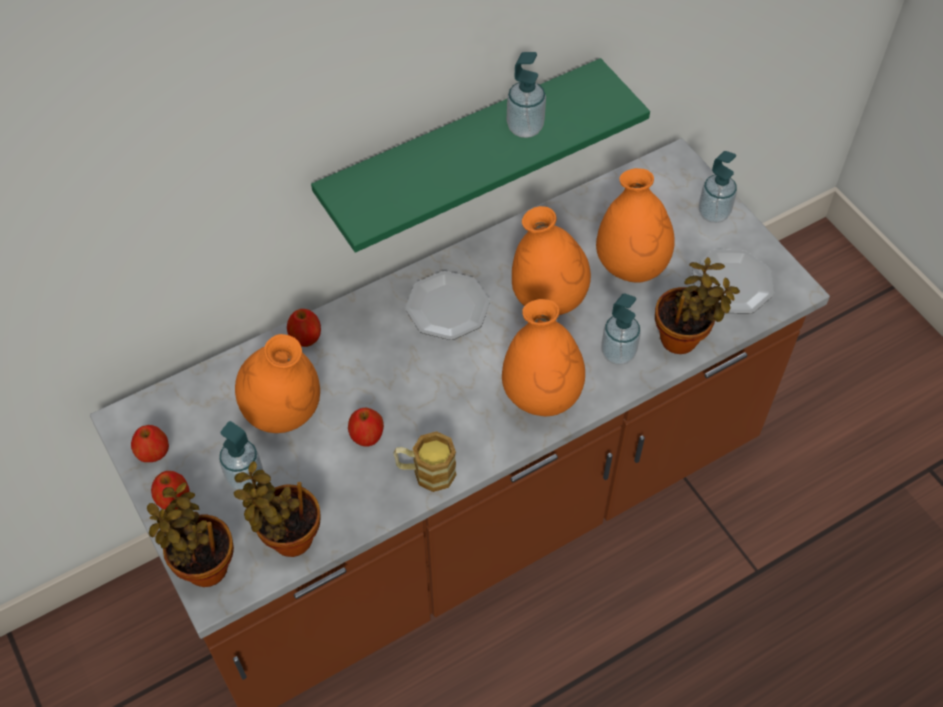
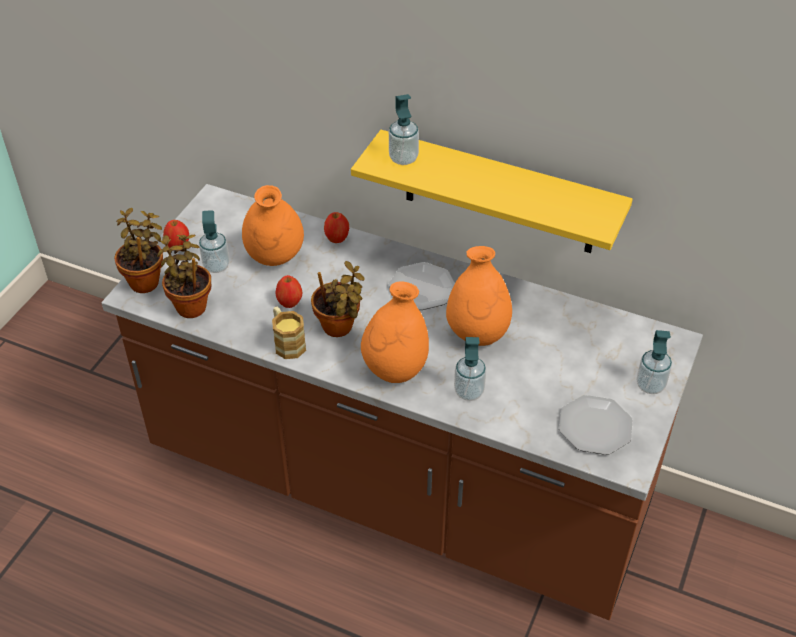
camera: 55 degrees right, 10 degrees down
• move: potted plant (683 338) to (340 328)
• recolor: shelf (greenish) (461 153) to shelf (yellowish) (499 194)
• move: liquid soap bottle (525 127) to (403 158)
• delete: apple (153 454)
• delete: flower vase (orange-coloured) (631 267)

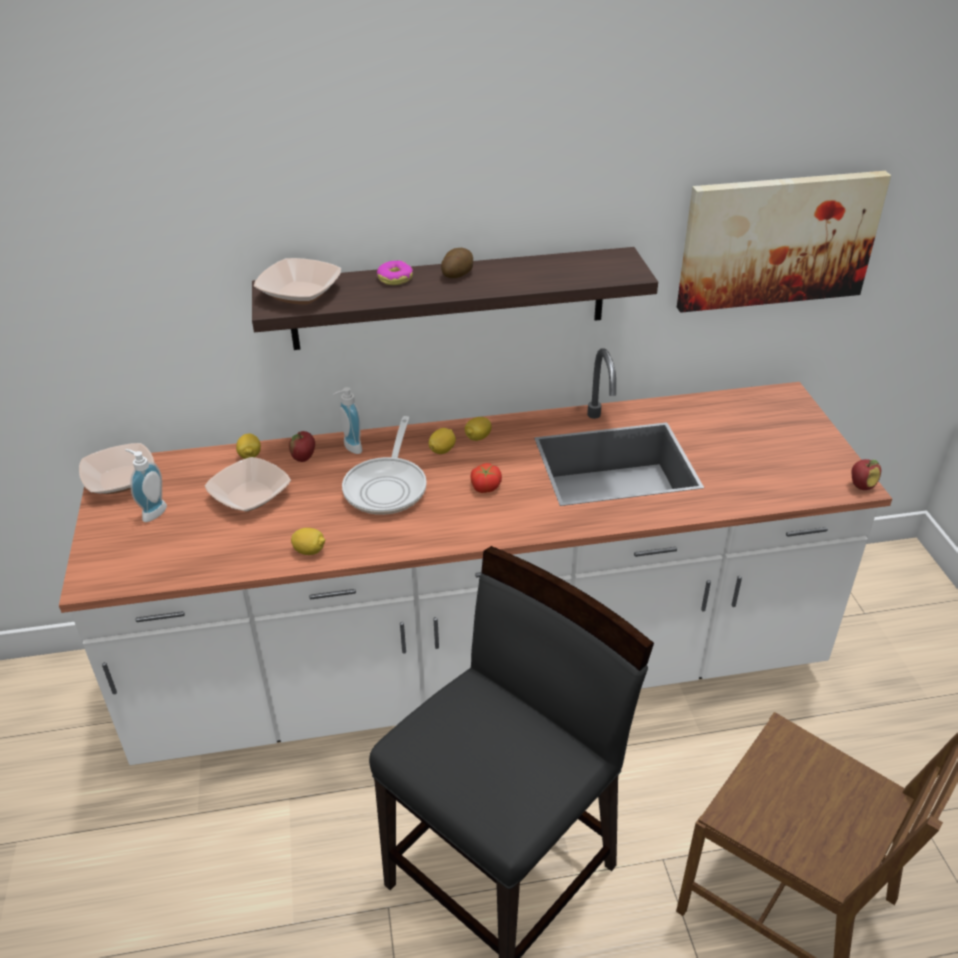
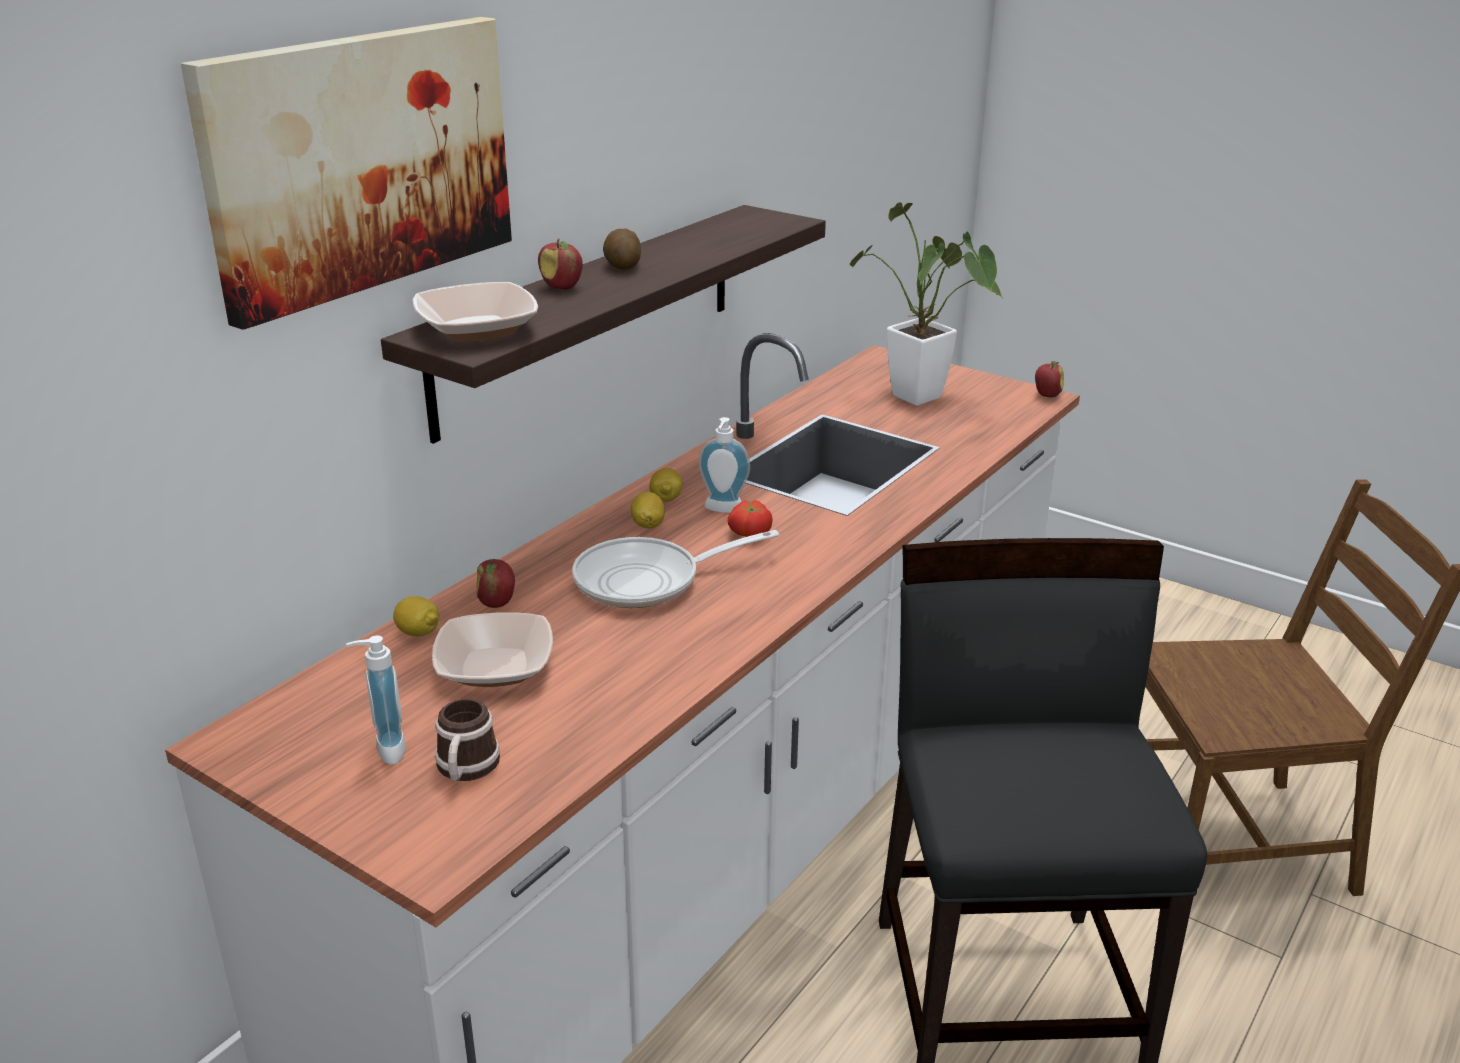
camera: 45 degrees left, 10 degrees down
• move: wall art (777 240) to (361 162)
• insert: coffee mug (466 769)
• replace: ring doughnut (395 278) to apple (562 287)
• rotate: skillet (387 487) = (648 581) 105 degrees clockwise
• move: liquid soap bottle (350 448) to (723 510)
• insert: potted plant (924 401)
• delete: deep dish (120 480)
• delete: lemon (309 551)

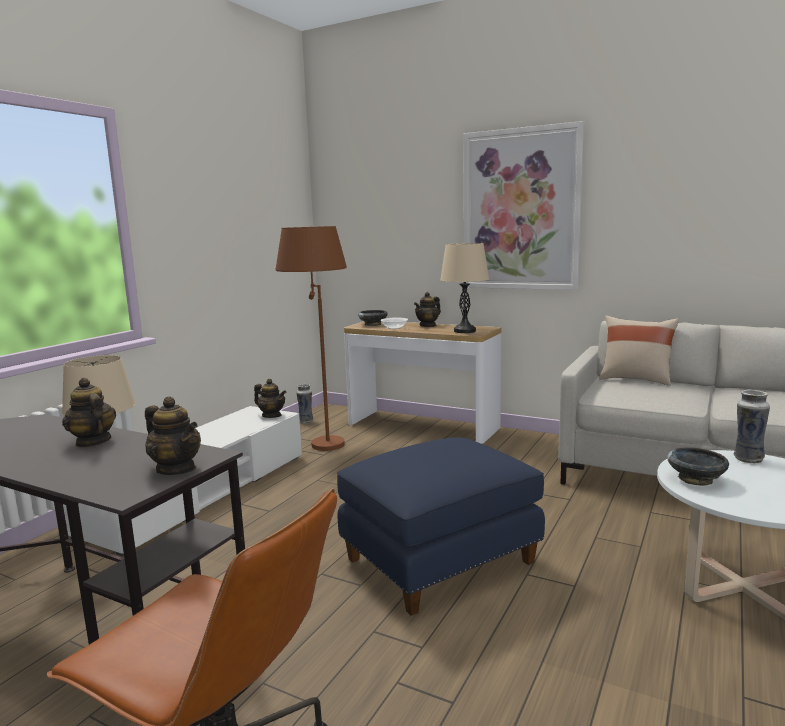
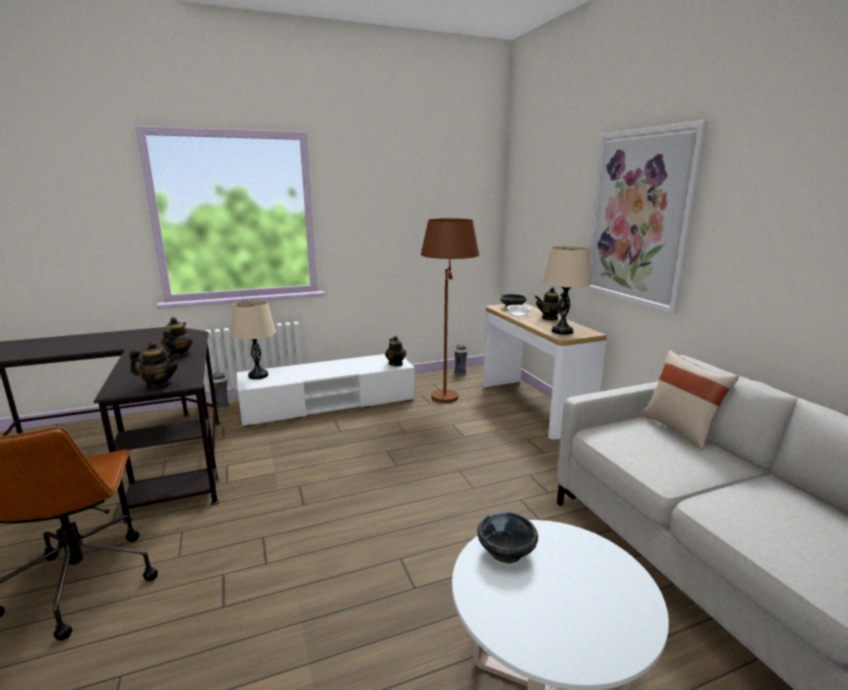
camera: 40 degrees right, 5 degrees up
• rotate: pot for tea (176 469) = (159 385) 75 degrees counterclockwise
• move: flower vase (747 458) to (222 407)
• delete: footrest (blue-coloured) (439 560)

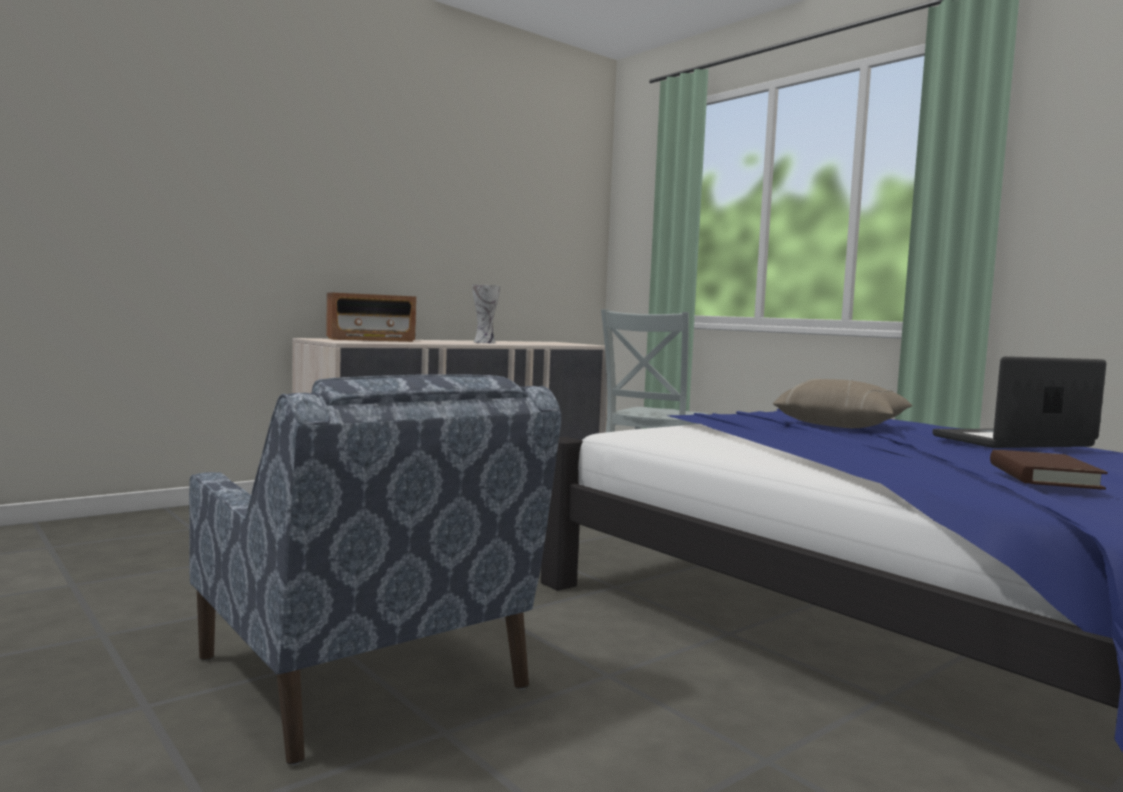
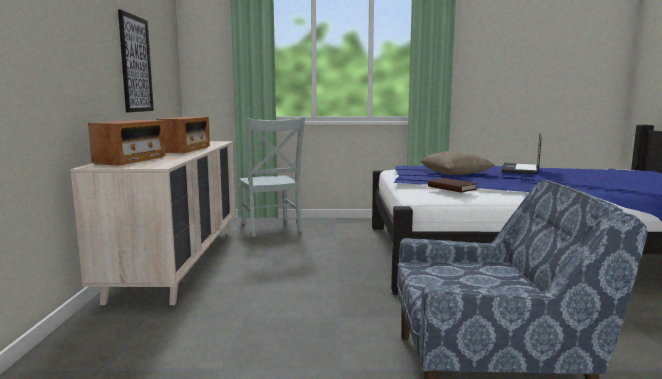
camera: 50 degrees left, 5 degrees up
• insert: wall art (136 64)
• replace: flower vase (485 342) to radio receiver (185 150)
• move: book (brownish) (1043 476) to (452 188)

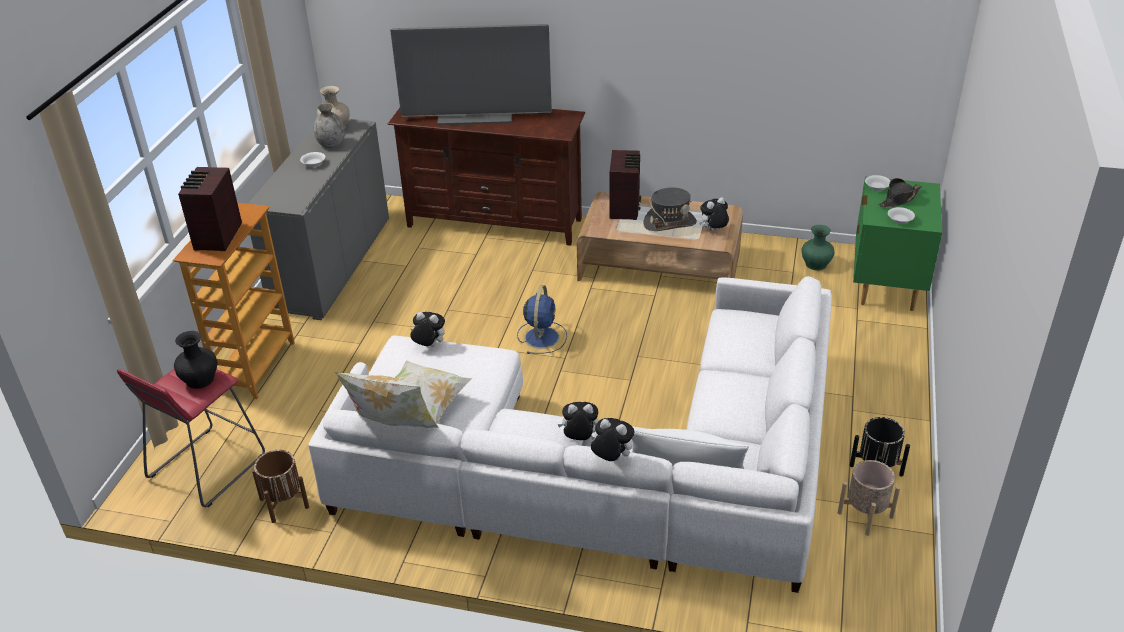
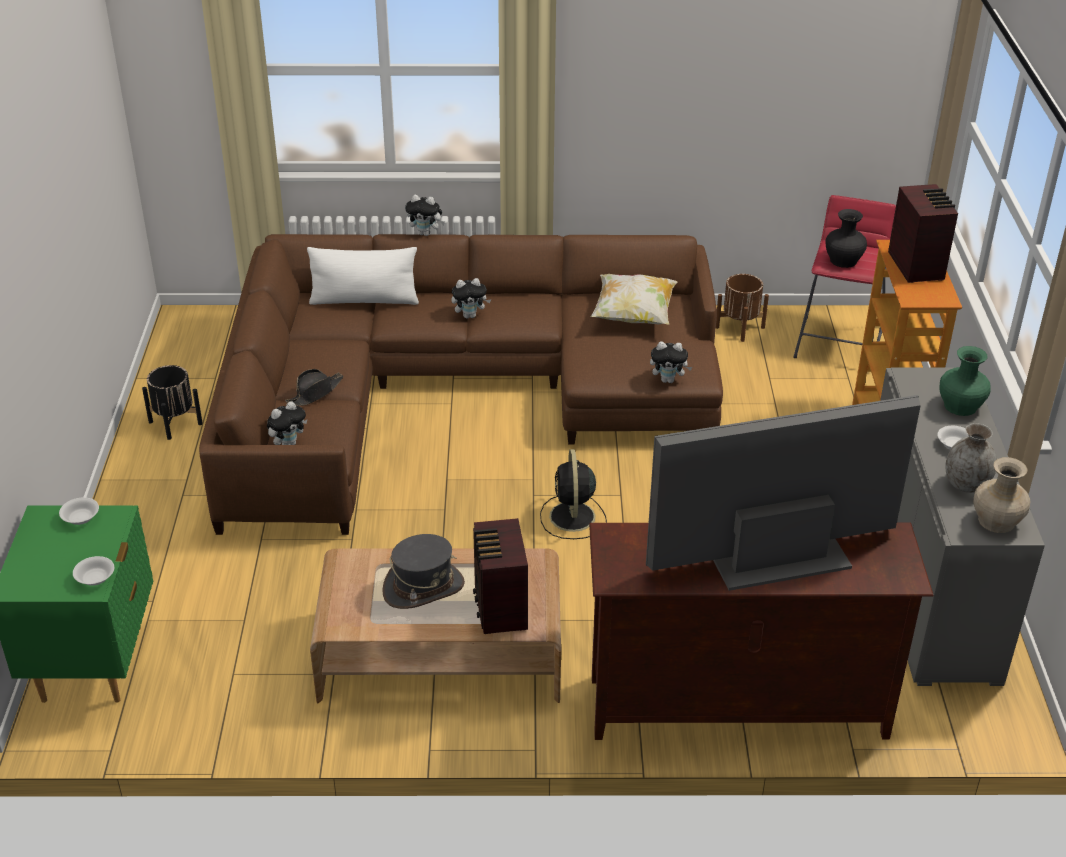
camera: 165 degrees right, 0 degrees up
• recolor: sofa (white) (605 466) to sofa (brownish) (452 392)
• move: cuddly toy (713 231) to (288 444)
• move: hat (blackish) (899 199) to (315 393)
• recolor: cooling fan (blue-coloured) (542 336) to cooling fan (blackish) (572 518)
• move: flower vase (greenish) (815 264) to (961 406)
• delete: pillow (392 430)
• delete: flower pot (beige-coloured) (865 514)

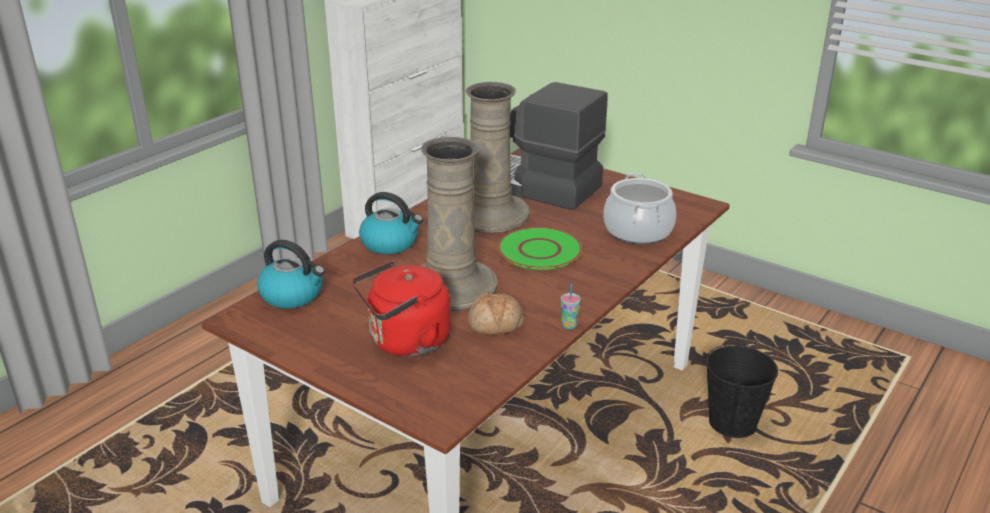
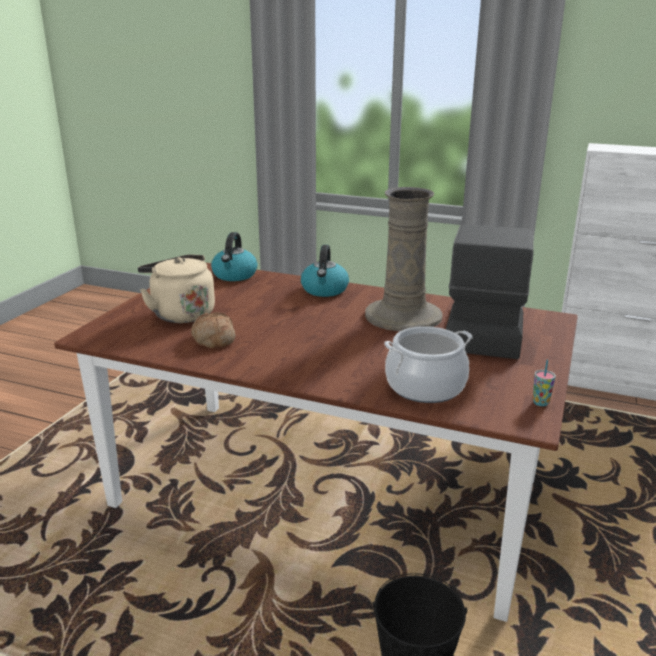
camera: 75 degrees right, 5 degrees down
• recolor: tea kettle (red-coloured) (405 342) to tea kettle (beige-coloured) (181 314)
• move: small cup (569 325) to (540 403)
• delete: flower vase (beige-coloured) (450 286)
• delete: plate (greenish) (540 250)

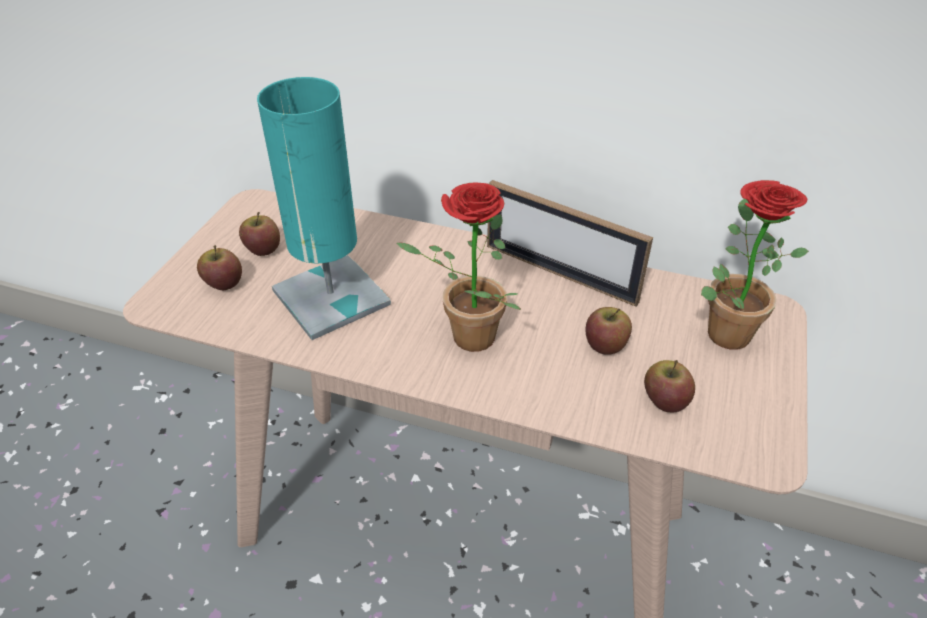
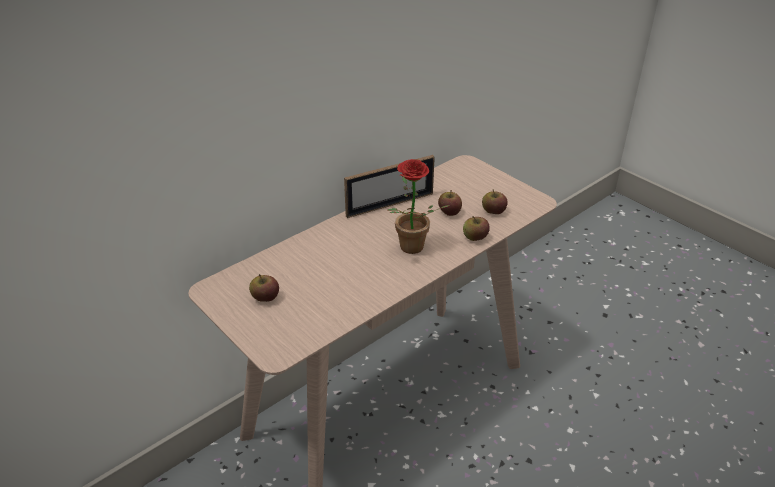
camera: 60 degrees left, 5 degrees down
• move: apple (223 283) to (475 237)
• delete: lamp for a table (turquoise) (331 297)
• delete: potted plant (723 328)

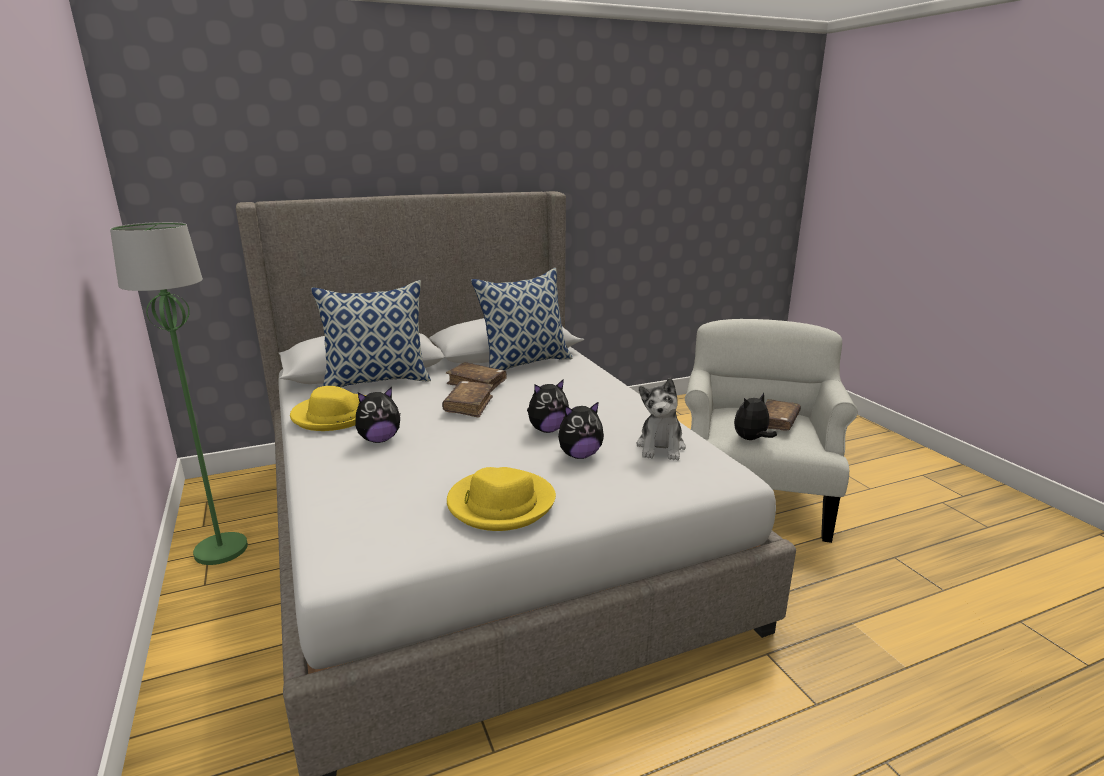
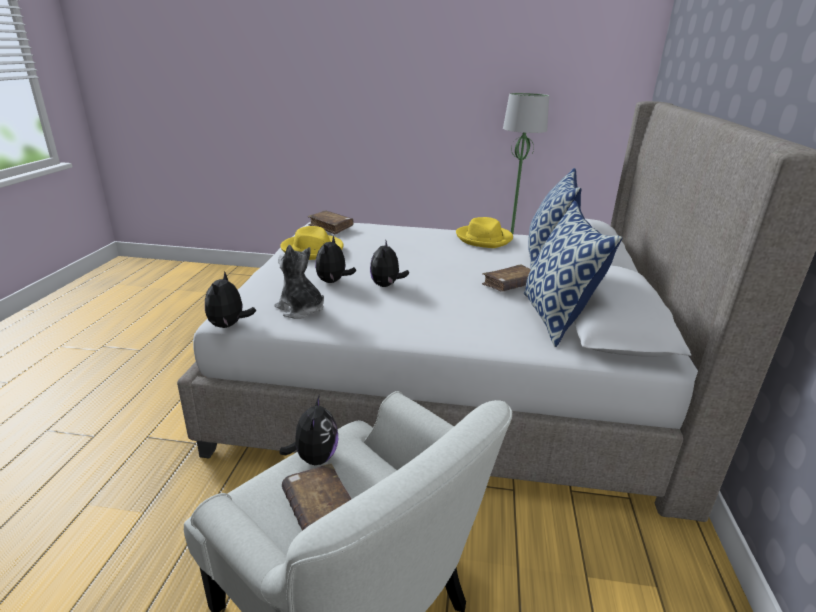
camera: 120 degrees right, 5 degrees up
• move: cuddly toy (379 439) to (229 325)
• move: book (brownish) (469 405) to (331 227)

